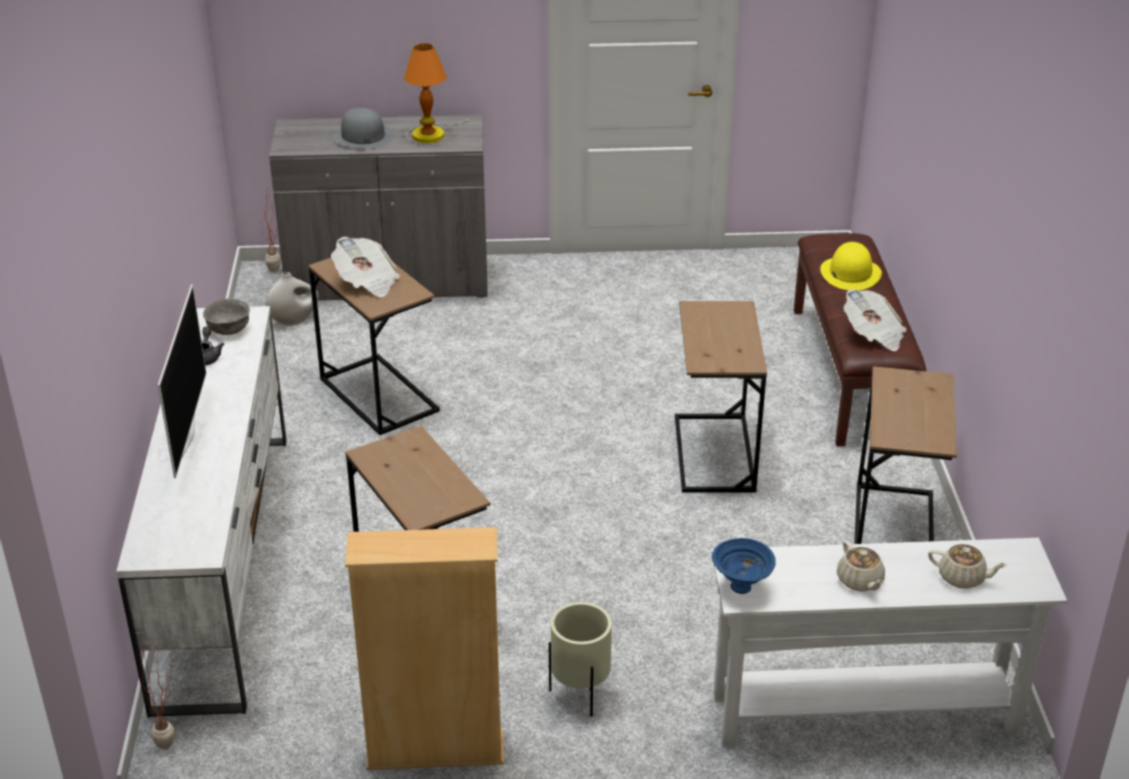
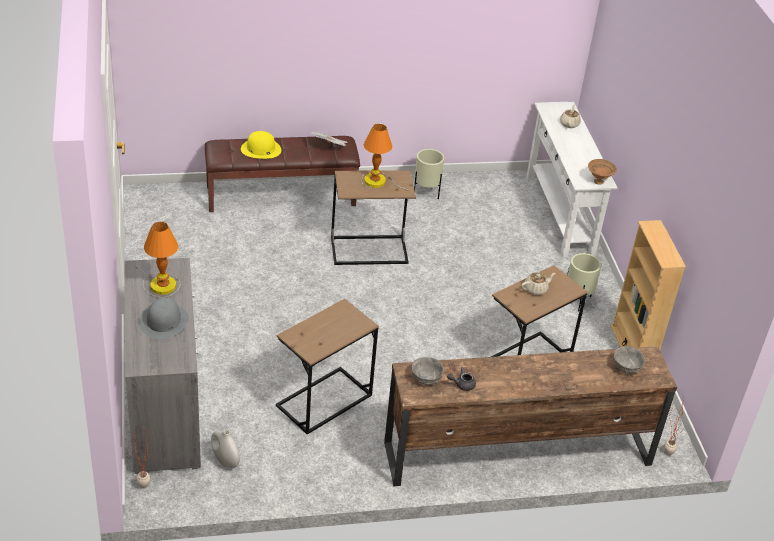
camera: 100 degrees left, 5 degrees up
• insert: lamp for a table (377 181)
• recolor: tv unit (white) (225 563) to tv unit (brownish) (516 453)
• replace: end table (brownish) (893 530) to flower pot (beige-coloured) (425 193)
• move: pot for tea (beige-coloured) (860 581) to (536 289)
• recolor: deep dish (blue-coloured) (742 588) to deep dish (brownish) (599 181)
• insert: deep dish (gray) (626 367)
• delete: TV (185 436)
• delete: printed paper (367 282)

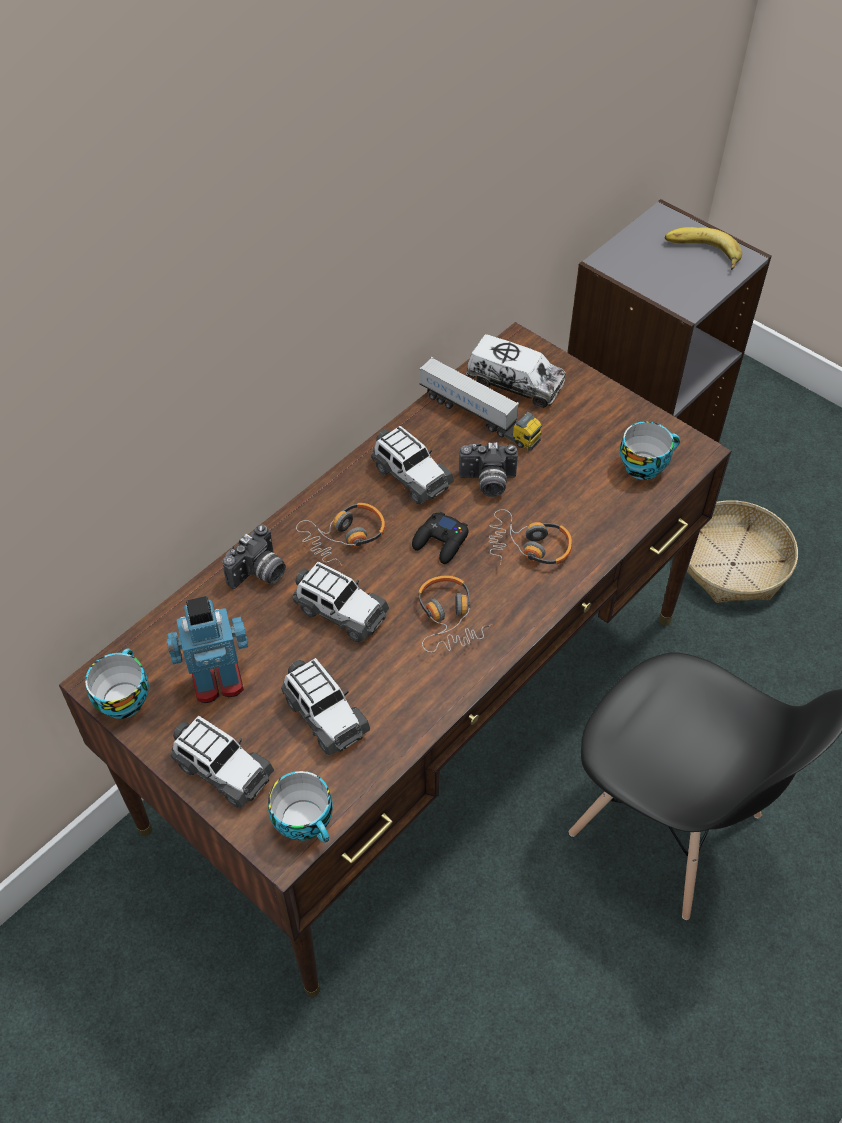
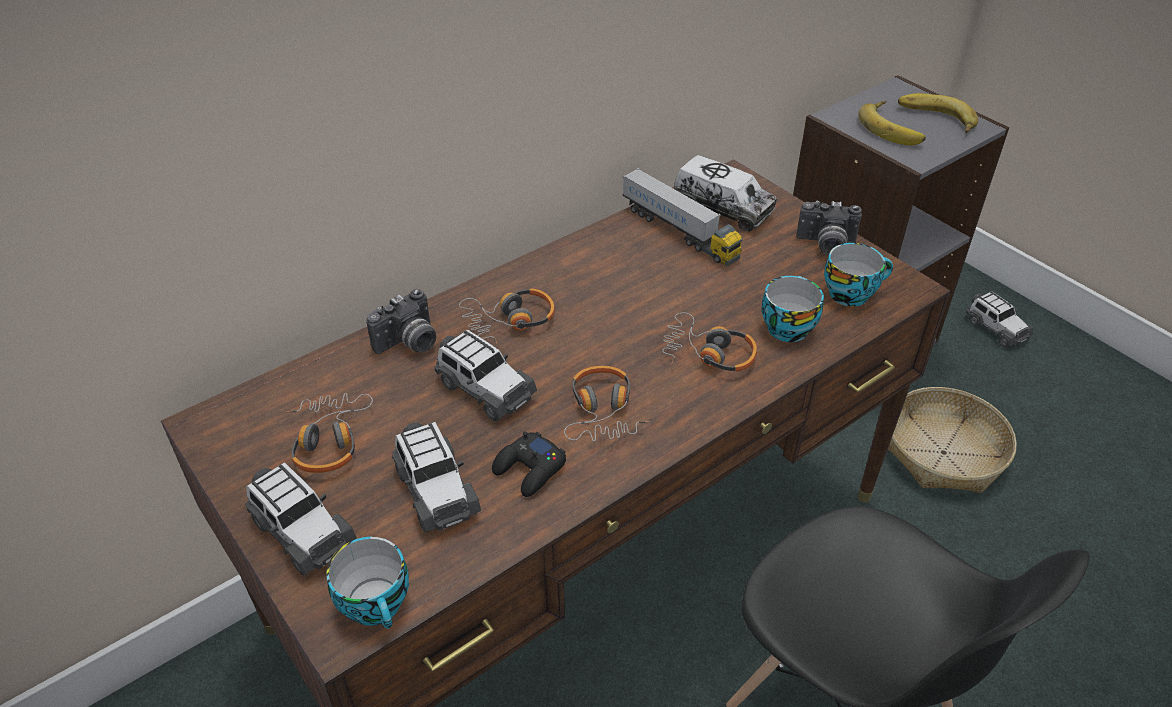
camera: 10 degrees right, 10 degrees down
• replace: model robot (217 681) to headphones (329 440)
• move: joypad (blackish) (441 542) to (530 469)
• move: small cup (122 698) to (786 326)
• move: still camera (487 482) to (825 245)
• insert: banana fruit (893 128)
• move: toy car (411 476) to (995 328)

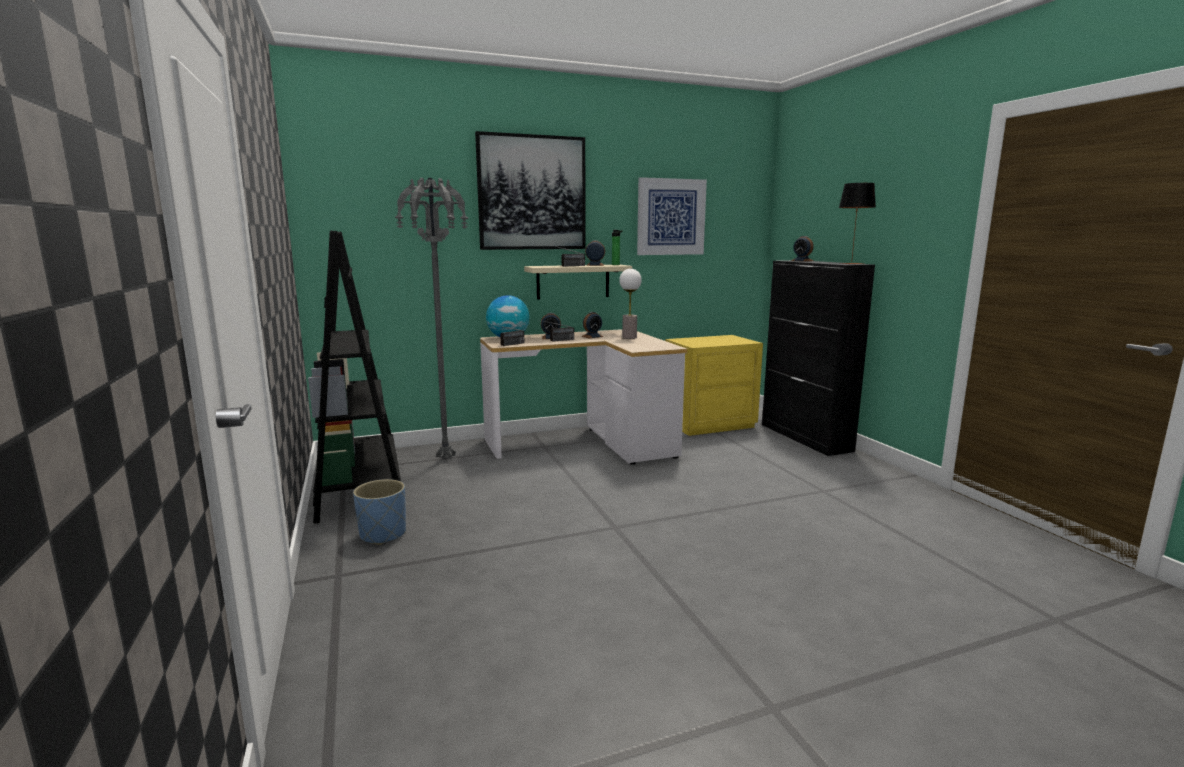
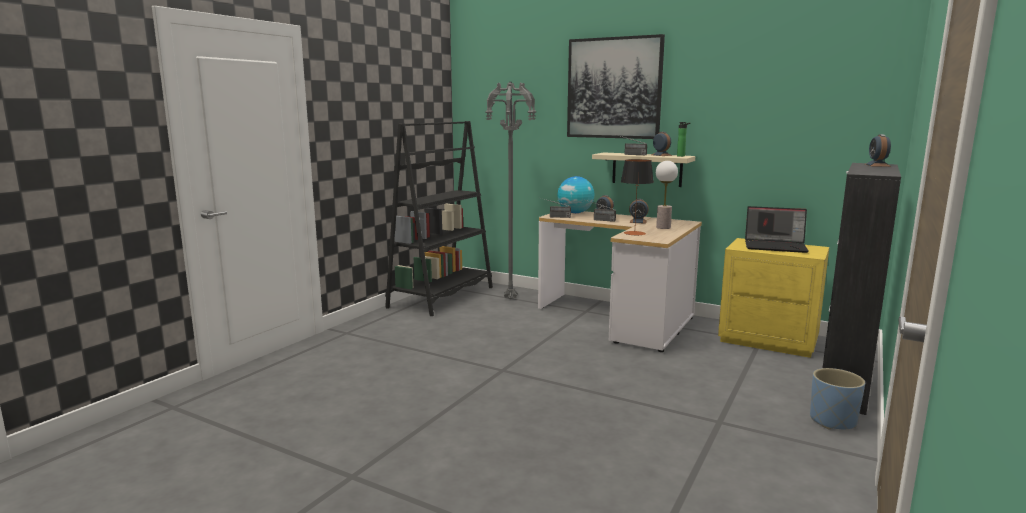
camera: 50 degrees right, 0 degrees up
• move: lamp for a table (851 263) to (634 233)
• insert: notebook computer (776 246)
• move: flower pot (blue-coloured) (383 534) to (833 421)
• delete: wall art (671 217)

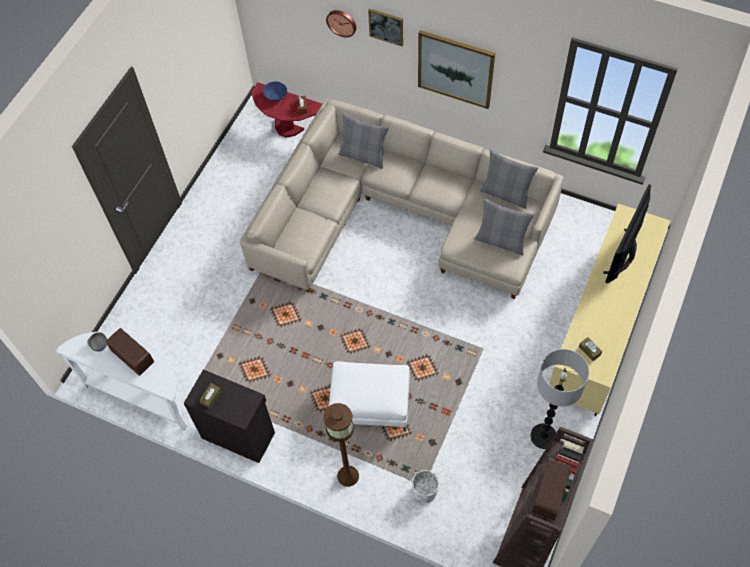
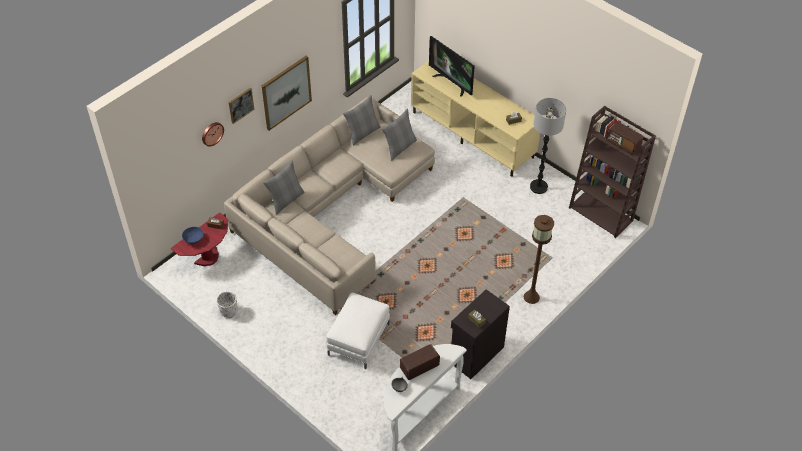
camera: 75 degrees left, 10 degrees down
• move: flower pot (white) (424 491) to (228 311)
• move: footrest (white) (370 404) to (358 339)

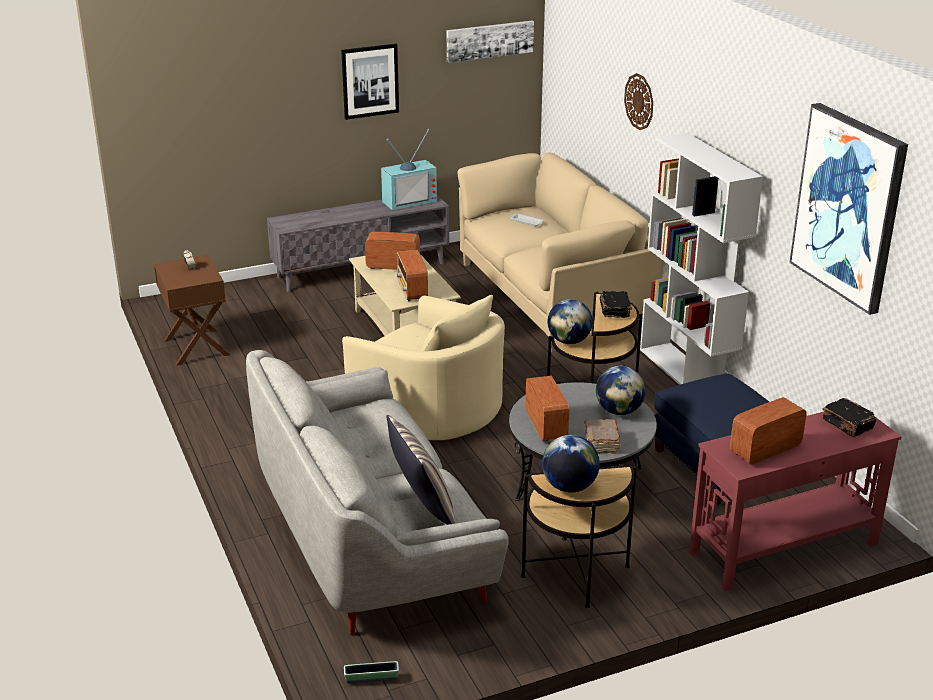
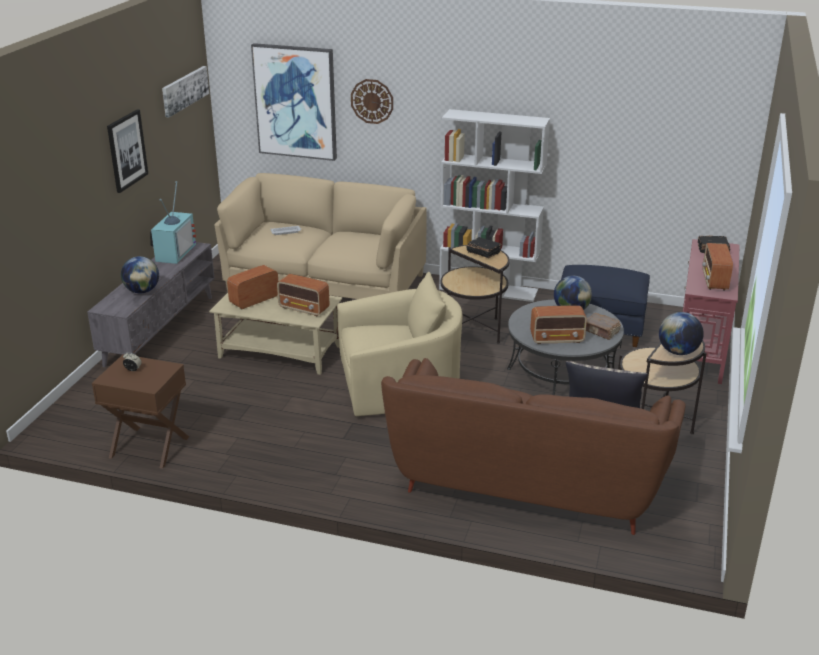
camera: 50 degrees left, 0 degrees up
• move: world globe (569 341) to (142 291)
• move: wall art (848 207) to (295 101)
• recolor: sofa (gray) (372 535) to sofa (brownish) (527 477)
• rotate: radio receiver (546 425) = (557 339) 150 degrees clockwise
• delete: flower pot (371 678)

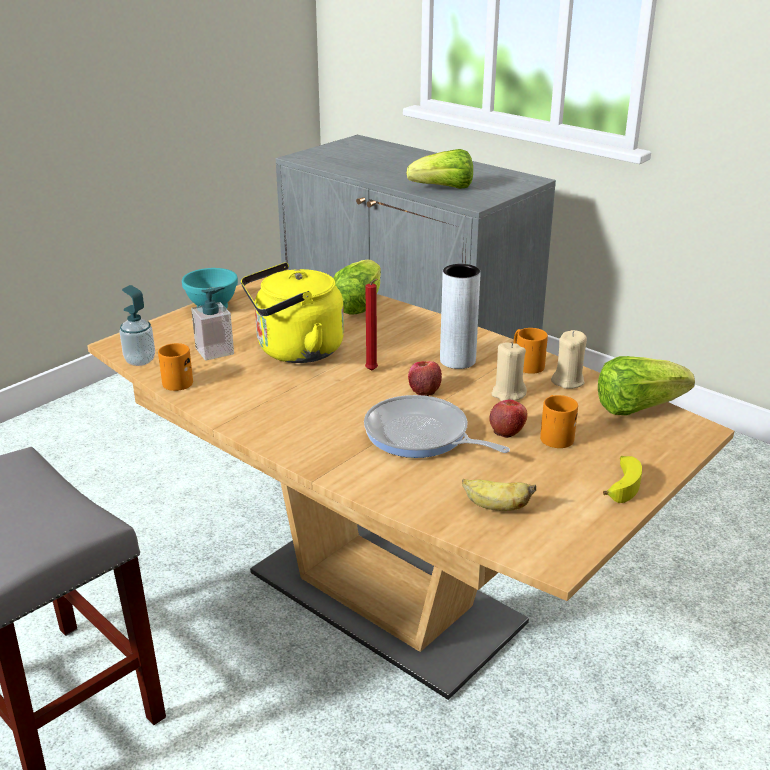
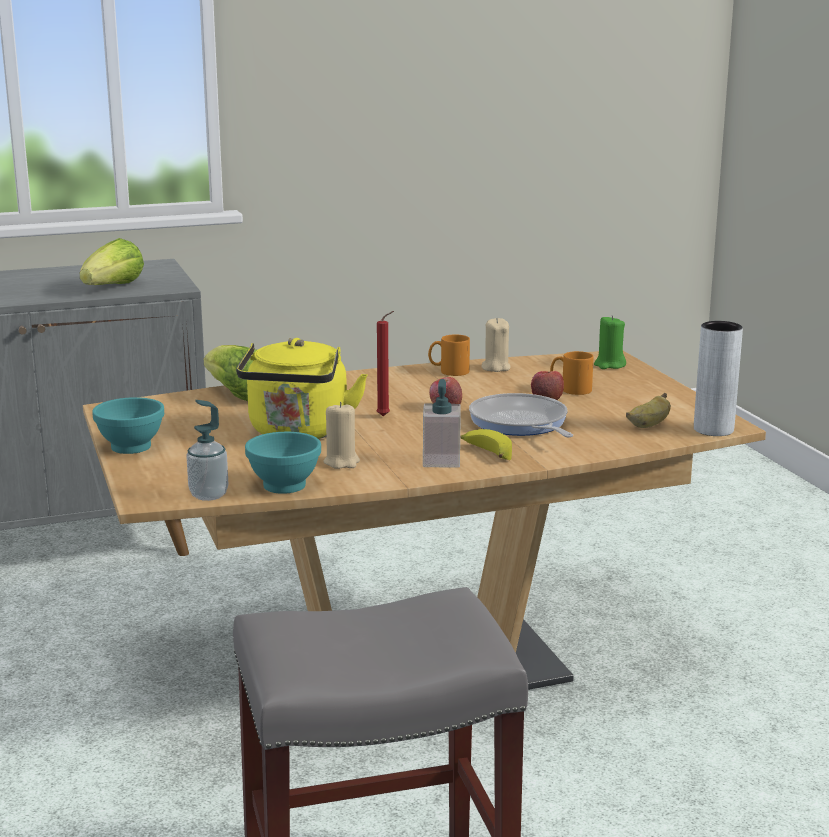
camera: 60 degrees left, 10 degrees down
• replace: coffee mug (orange-coloured) (178 380) to deep dish (turquoise) (283 486)
• move: wax light (beige-coloured) (508 394) to (342 462)
• move: liquid soap bottle (215 351) to (441 460)
• move: banana fruit (621 484) to (486 452)
• rotate: skillet (421 436) = (520 424) 90 degrees clockwise
• insert: wax light (greenish) (609 365)
• move: flower vase (gray) (457 361) to (713 430)
• delete: lettuce (637 407)

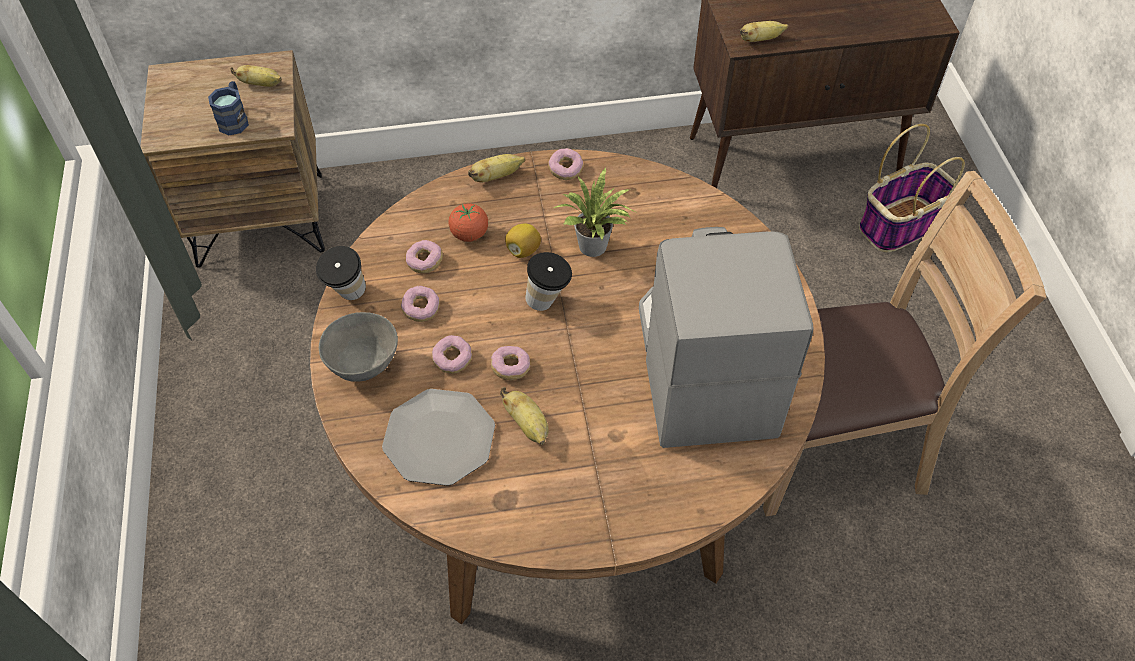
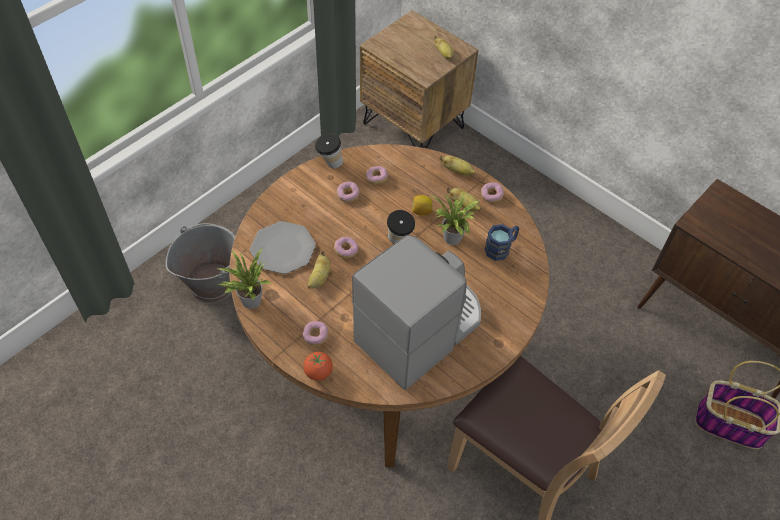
camera: 50 degrees right, 0 degrees up
• insert: water bucket (gray) (212 284)
• insert: potted plant (249 300)
• move: ring doughnut (452 359) to (315 336)
• move: tomato (469 234) to (318 372)
• move: banana fruit (760 39) to (464 205)
• move: coffee mug (blue-coloured) (235 119) to (501 248)
• delete: deep dish (gray) (364 366)

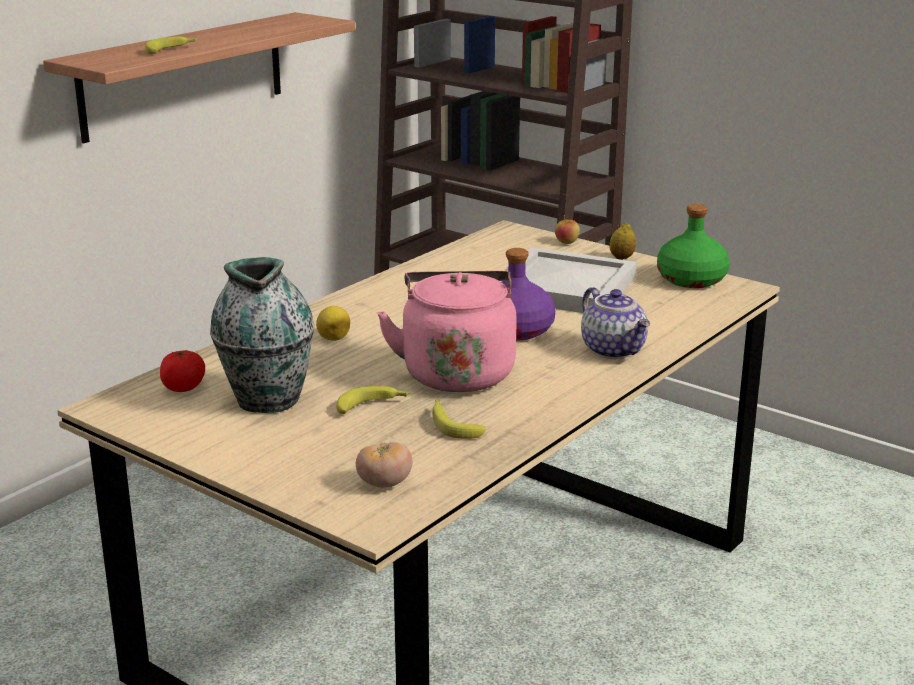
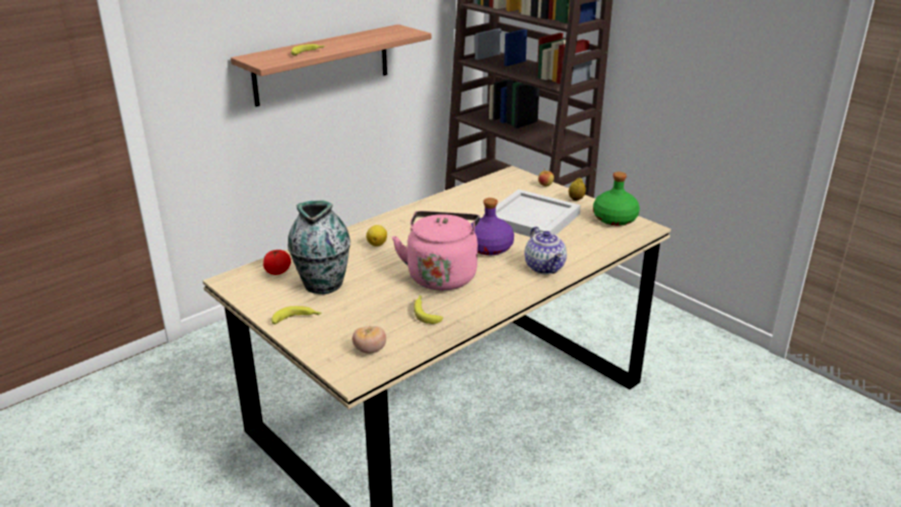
camera: 10 degrees right, 5 degrees up
• move: banana fruit (373 406) to (297 319)

